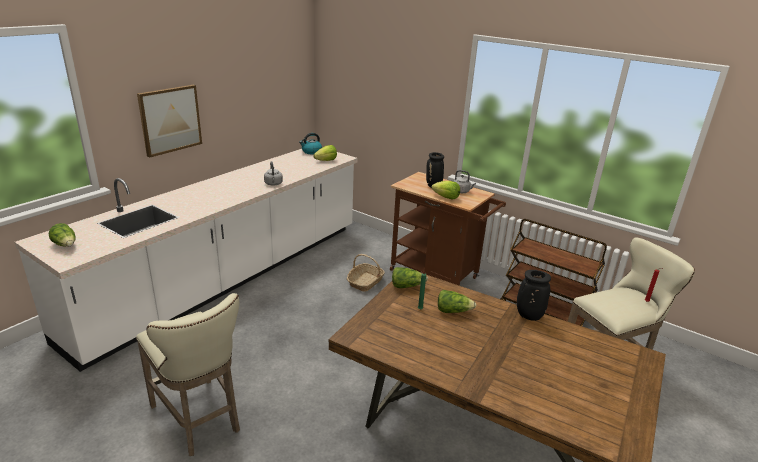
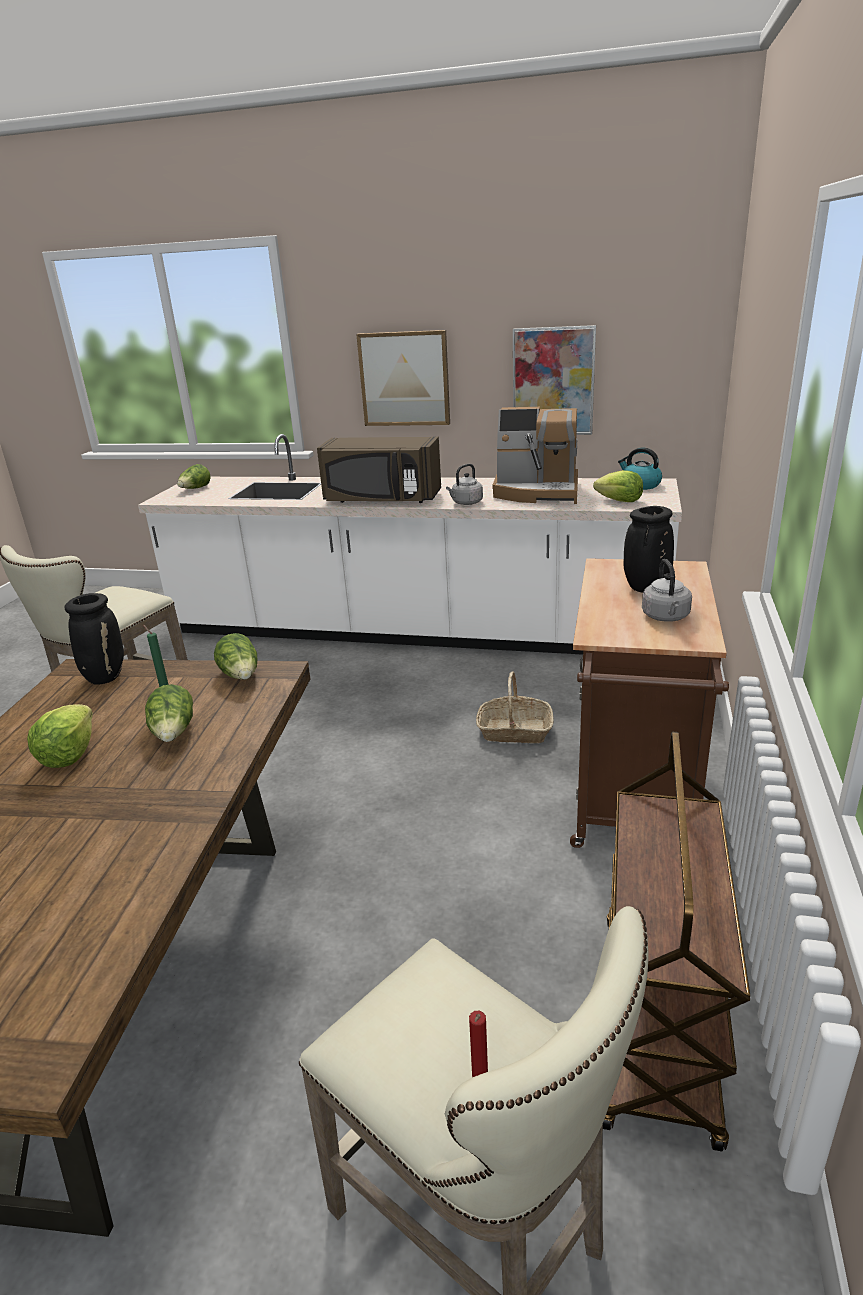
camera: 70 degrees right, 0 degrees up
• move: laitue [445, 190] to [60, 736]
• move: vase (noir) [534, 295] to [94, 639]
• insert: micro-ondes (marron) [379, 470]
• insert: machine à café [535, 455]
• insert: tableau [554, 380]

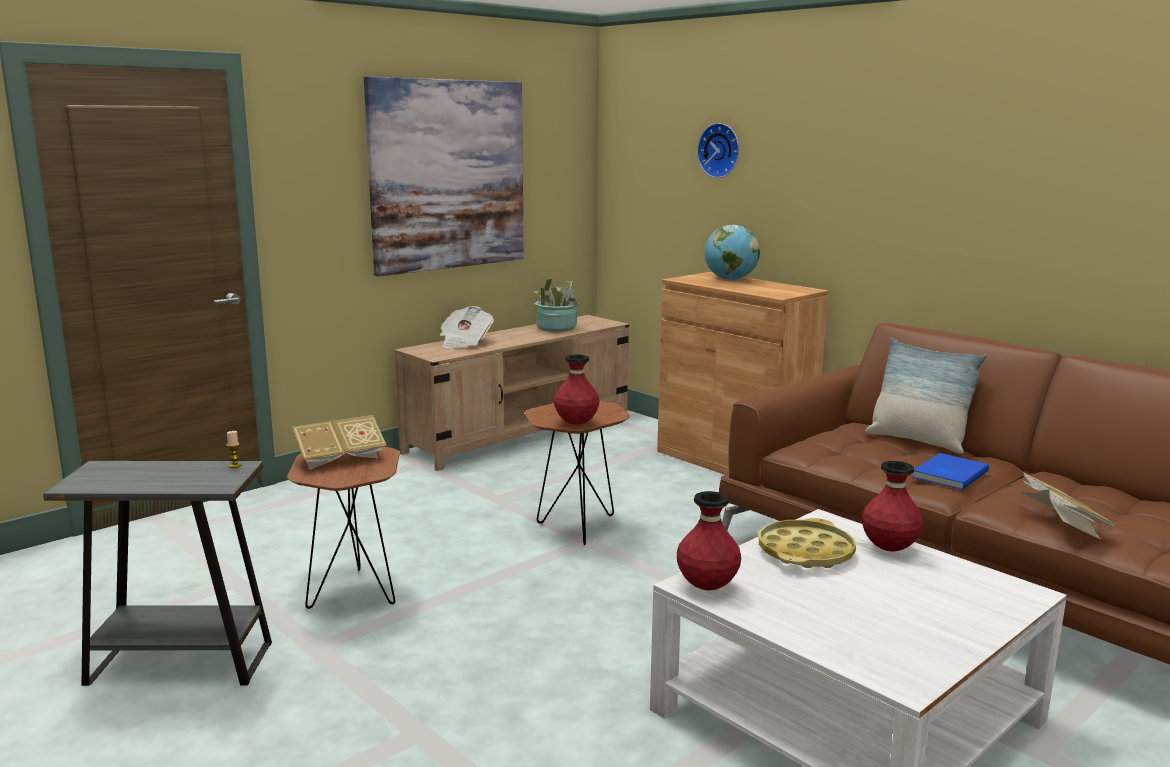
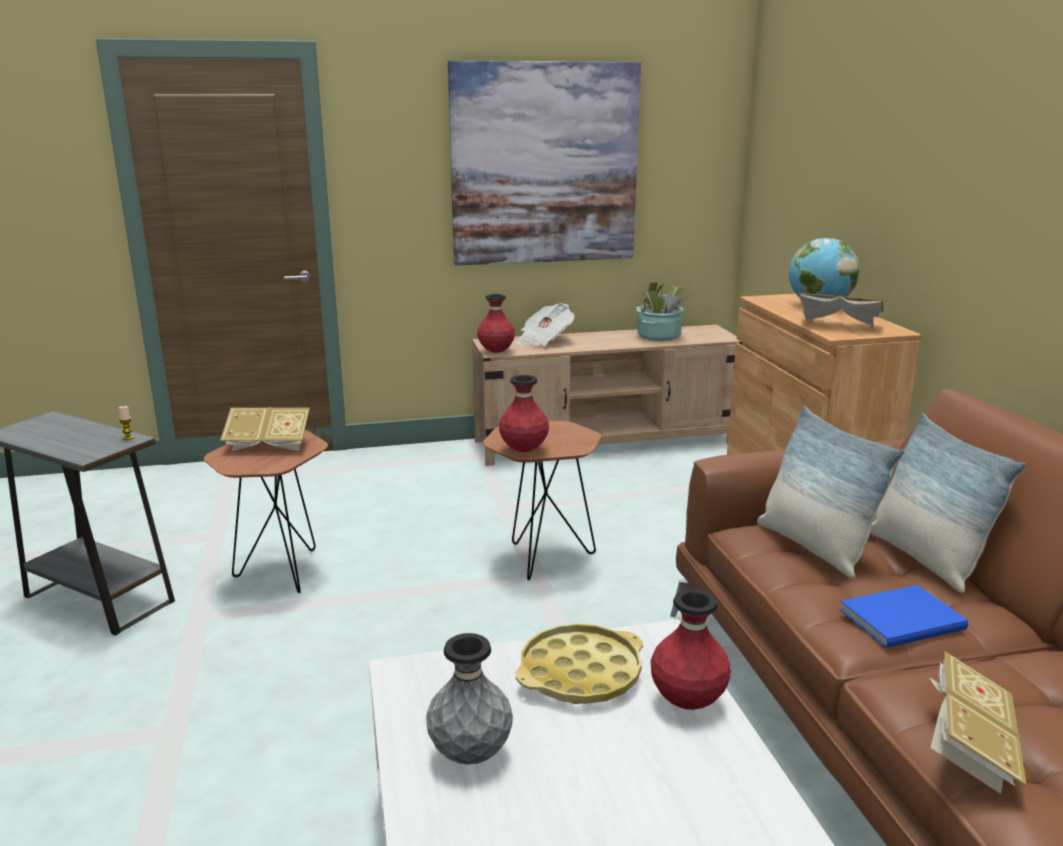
camera: 30 degrees right, 5 degrees up
• insert: vase (gris) [469, 699]
• move: vase (rouge) [709, 540] to [496, 323]
• insert: coussin [830, 492]
• insert: livre [841, 310]
• delete: horloge murale [718, 150]

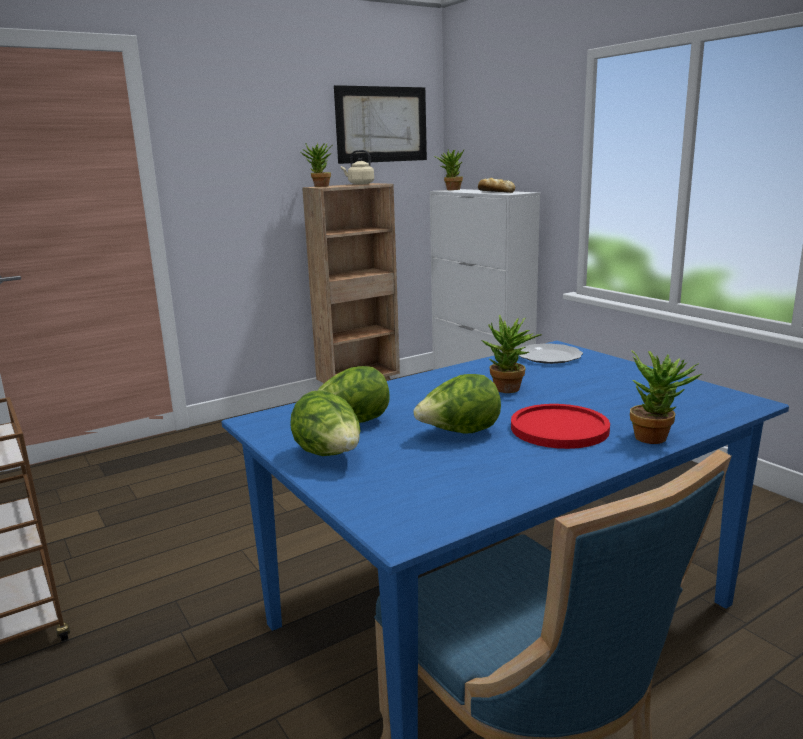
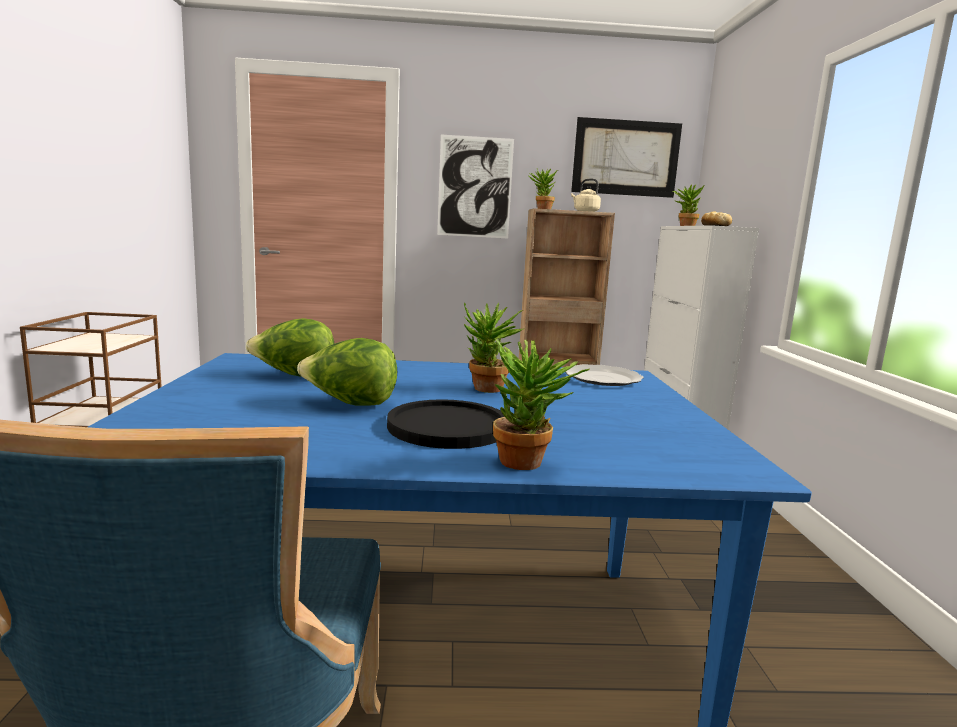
camera: 30 degrees right, 5 degrees down
• recolor: assiette (rouge) [560, 426] to assiette (noir) [446, 424]
• insert: tableau [475, 187]
• delete: laitue [325, 423]

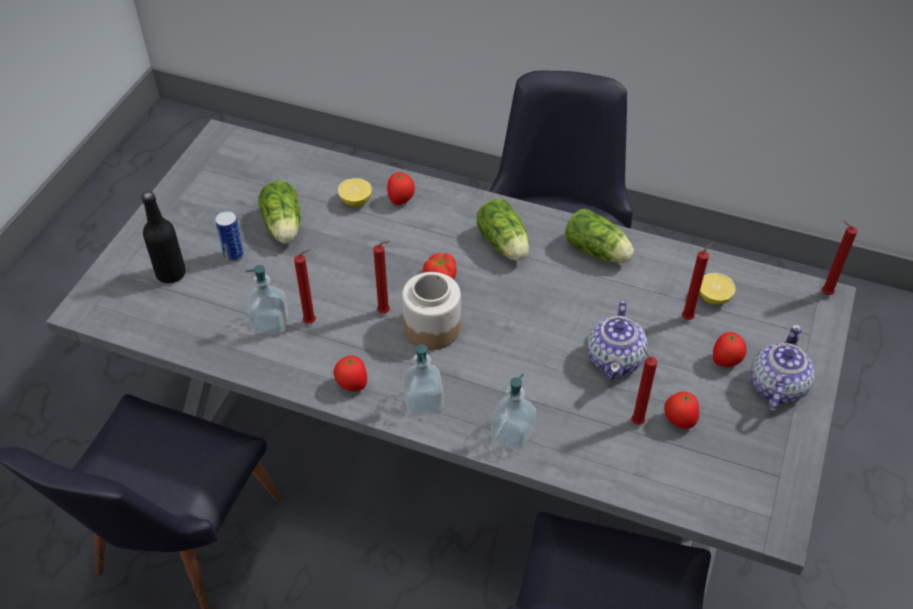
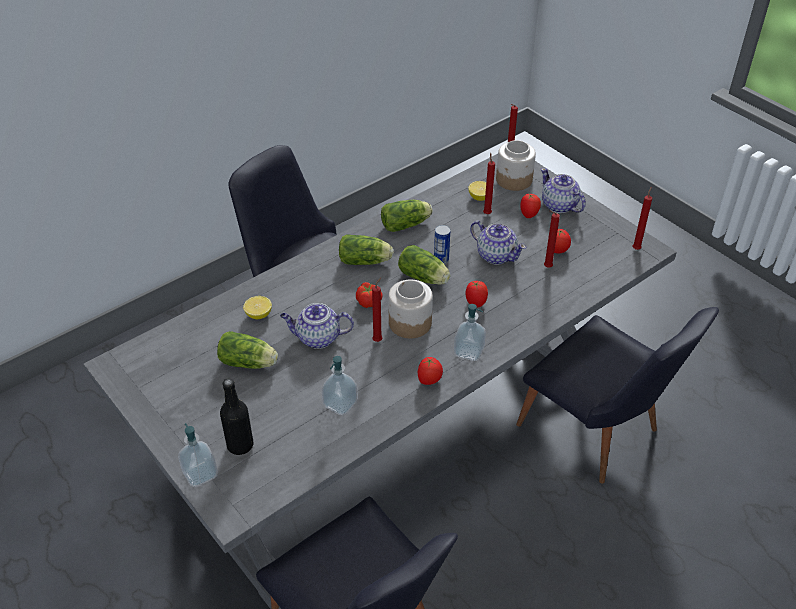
camera: 60 degrees left, 5 degrees down
• move: distributeur de savon [513, 412] to [197, 455]
• insert: théière [317, 326]
• insert: laitue [424, 265]
• move: boîte métallique [229, 236] to [442, 244]
• move: tomate [401, 188] to [476, 294]
• insert: bocal [516, 165]
• move: bougie (rouge) [305, 286] to [642, 218]

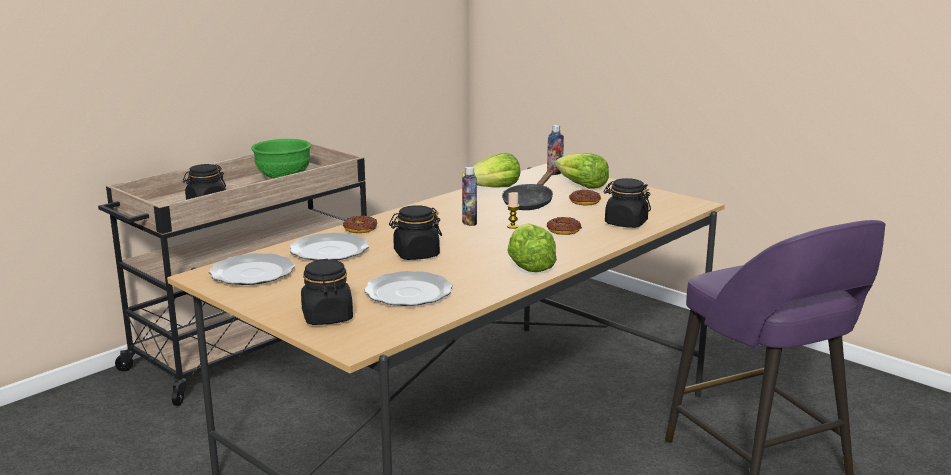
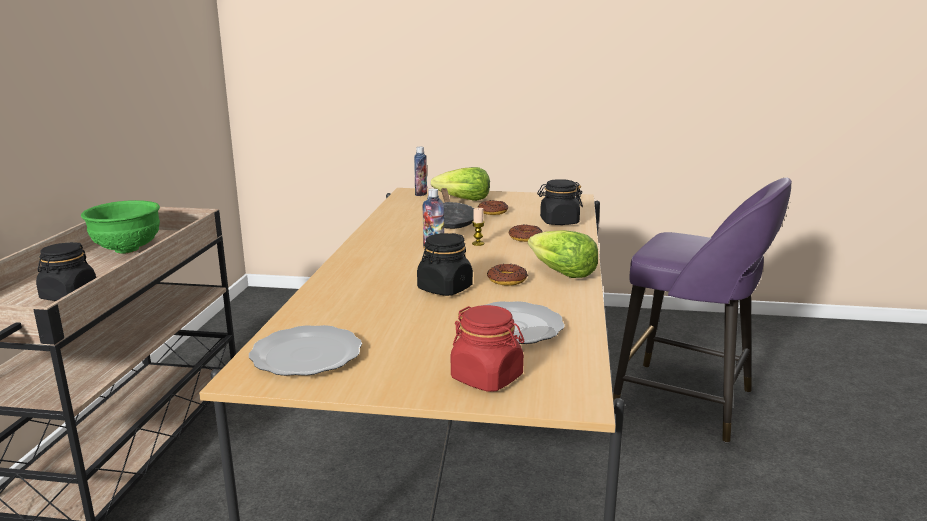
camera: 35 degrees left, 0 degrees up
• recolor: bocal (noir) [327, 292] to bocal (rouge) [487, 348]
• move: beignet [360, 224] to [507, 275]
• delete: assiette [329, 247]
• delete: laitue [491, 170]

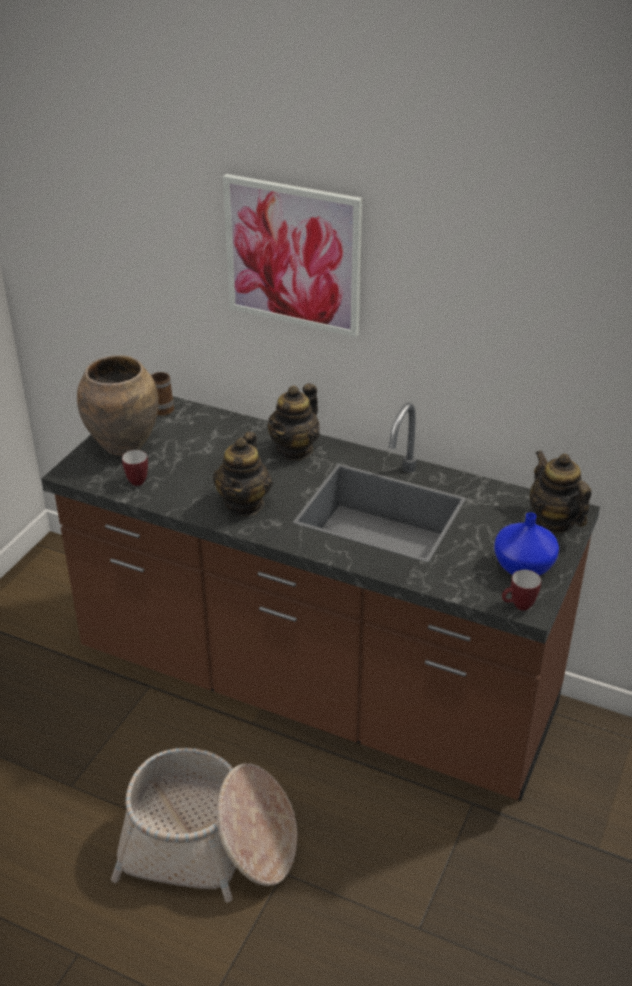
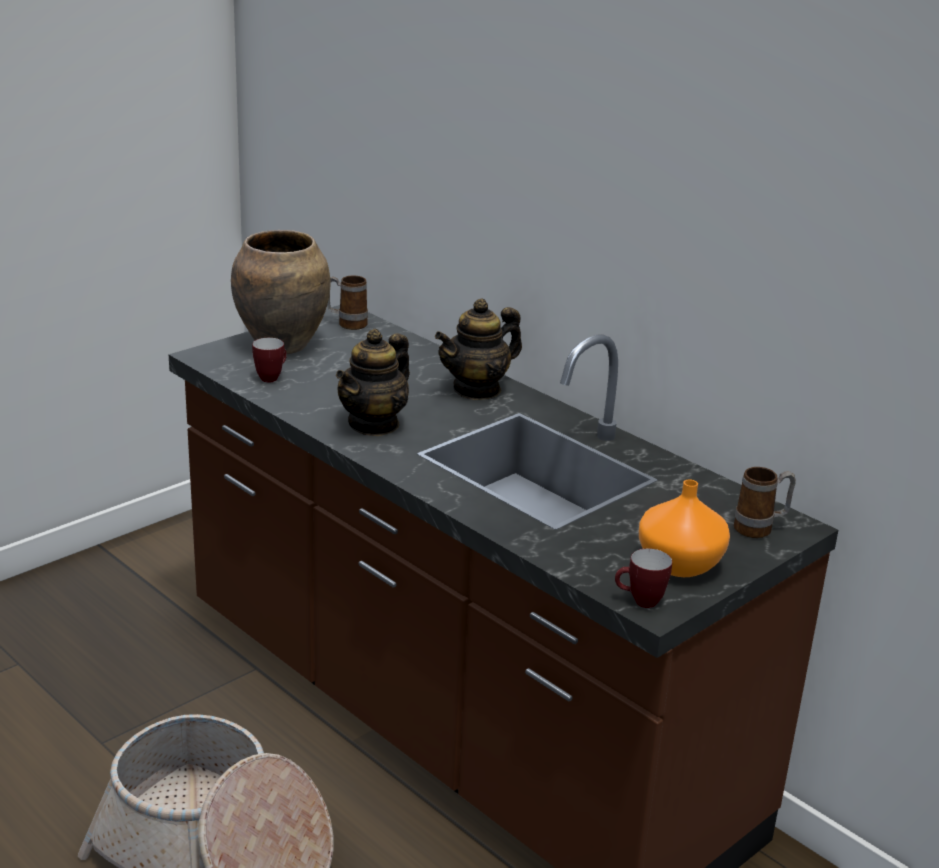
camera: 20 degrees right, 10 degrees down
• recolor: vase (bleu) [526, 544] to vase (orange) [684, 528]
• replace: théière [560, 491] to mug [765, 502]
• delete: tableau [292, 255]

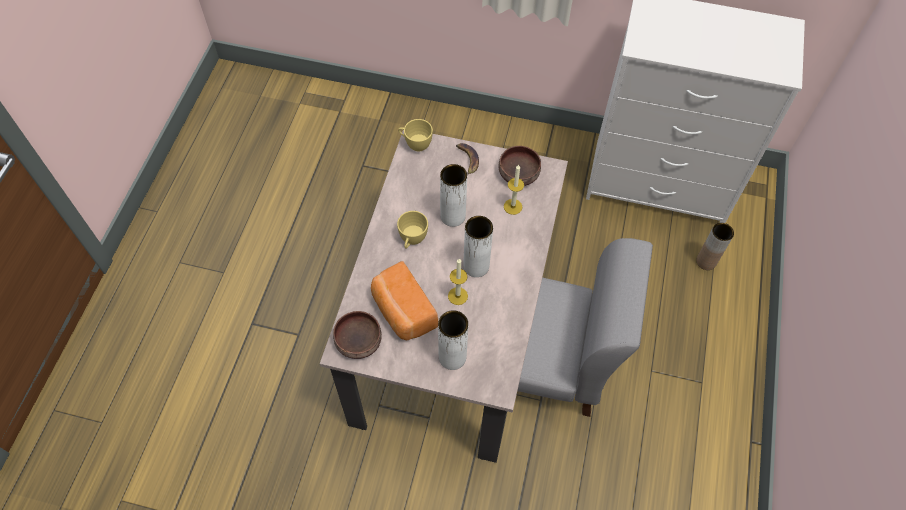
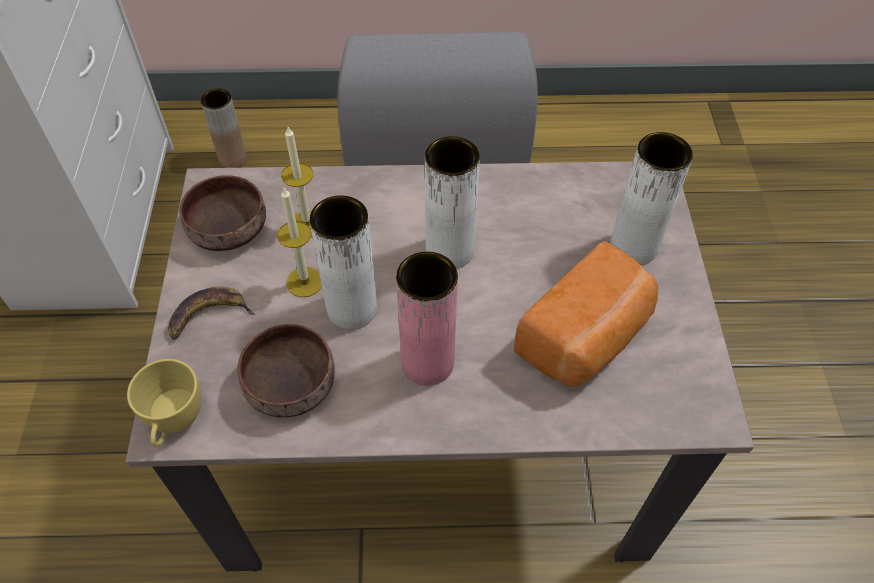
camera: 105 degrees left, 5 degrees down
• move: bol (marron) [357, 335] to [286, 370]
• move: bougie [458, 282] to [299, 242]
• replace: tasse (jaune) [412, 230] to vase (rose) [427, 319]

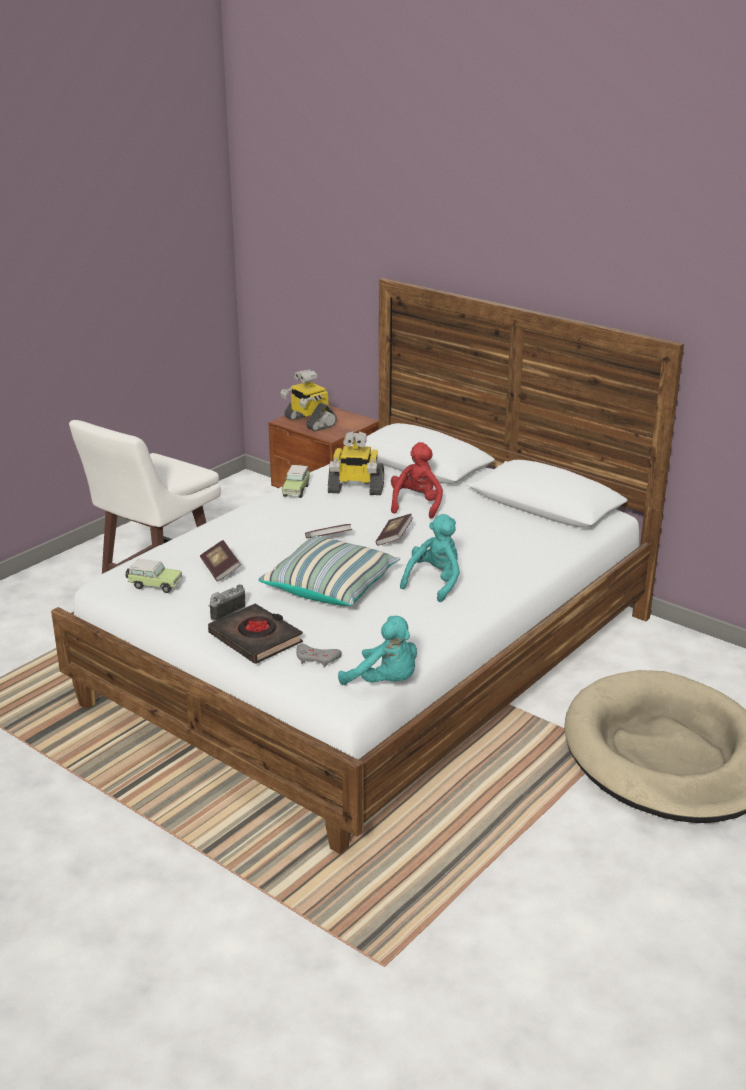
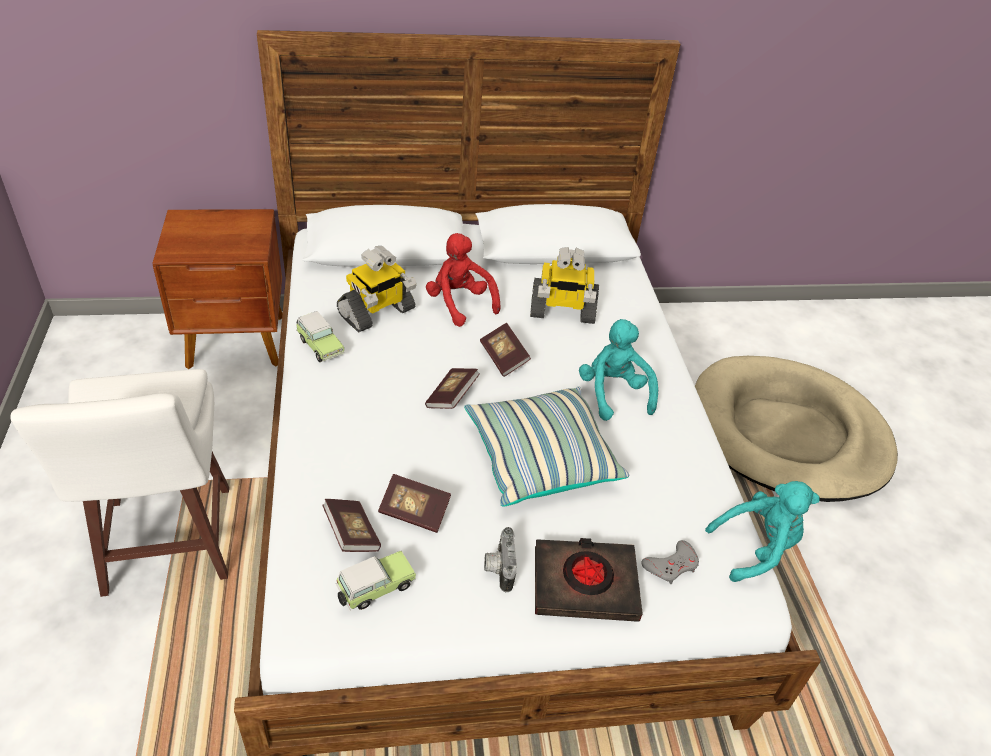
camera: 50 degrees left, 15 degrees up
• insert: livre [351, 525]
• move: robot jouet [308, 400] to [564, 285]

